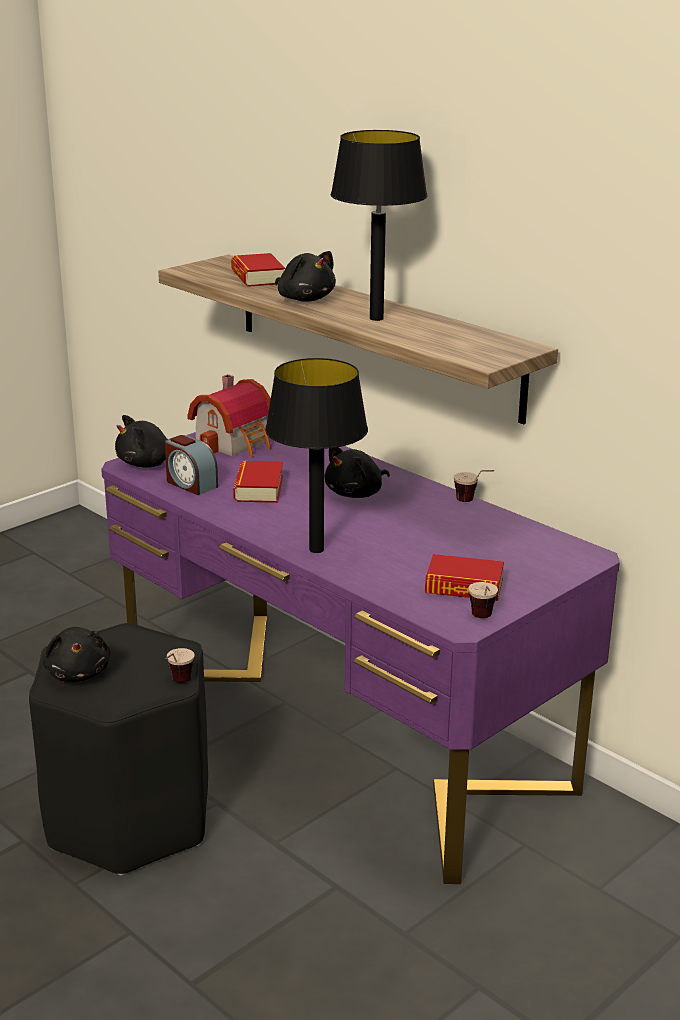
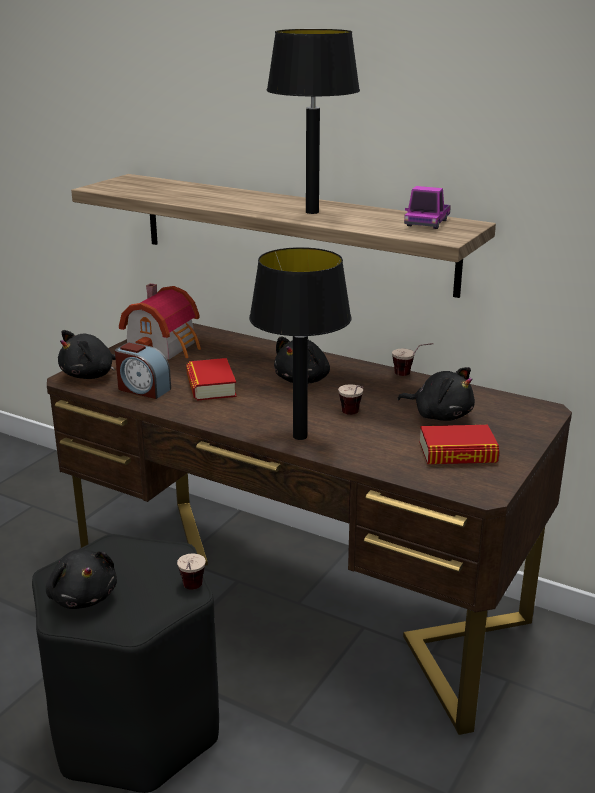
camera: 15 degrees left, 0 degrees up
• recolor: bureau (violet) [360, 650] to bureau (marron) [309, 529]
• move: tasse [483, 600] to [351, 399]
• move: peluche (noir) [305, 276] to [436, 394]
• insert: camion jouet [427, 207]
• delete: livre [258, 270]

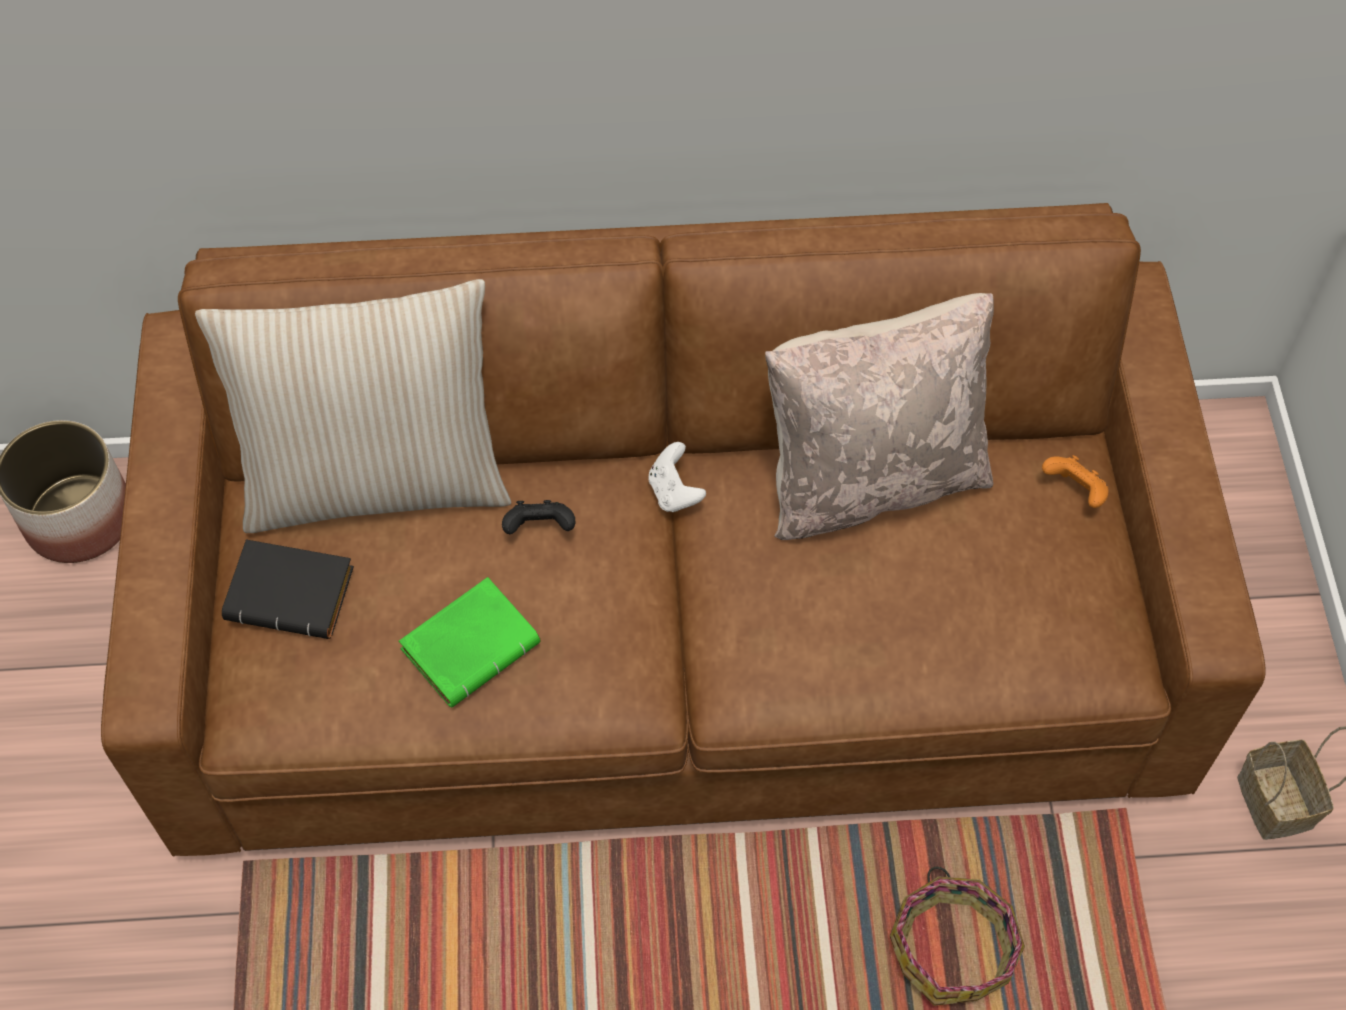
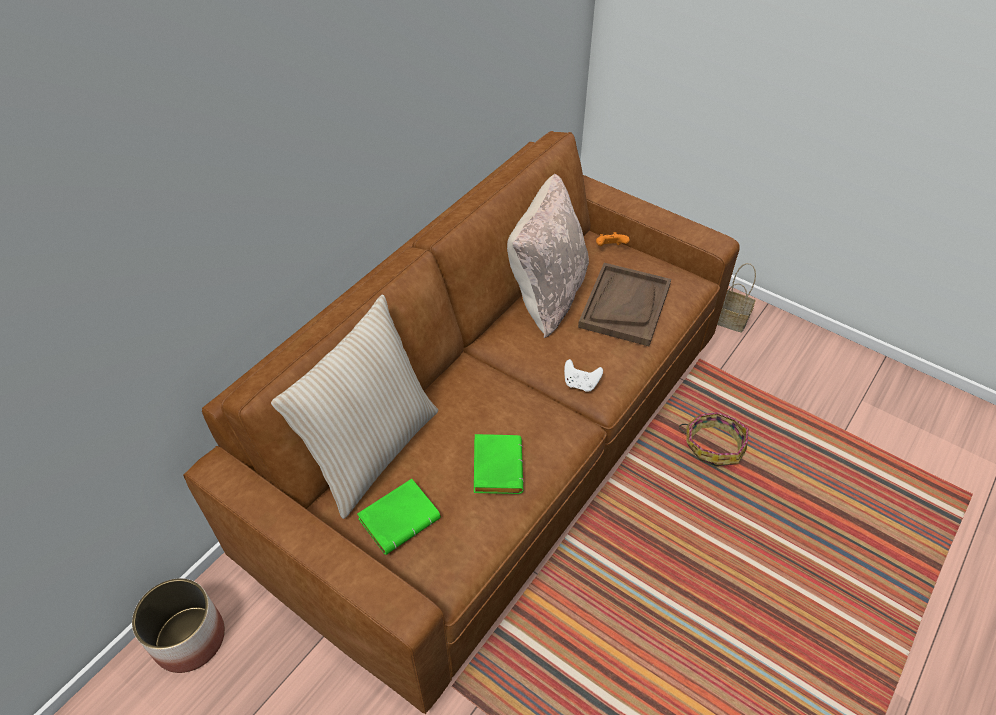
camera: 50 degrees left, 10 degrees down
• recolor: livre (noir) [288, 589] to livre (vert) [399, 517]
• move: manette (blanc) [677, 477] to [583, 375]
• insert: plateau (marron) [624, 304]
• delete: manette (noir) [538, 517]

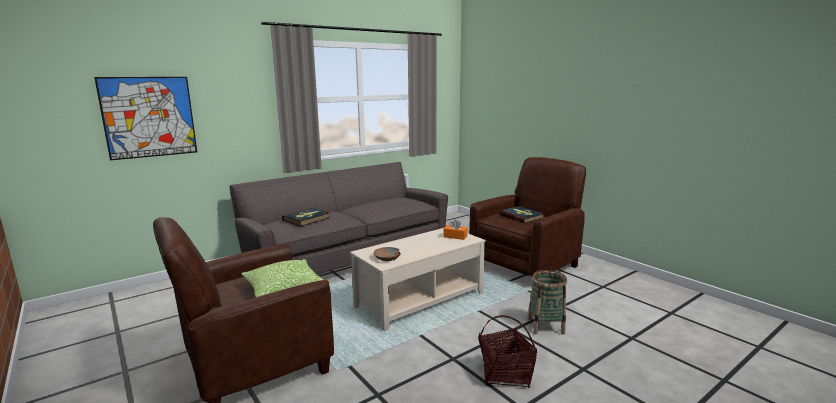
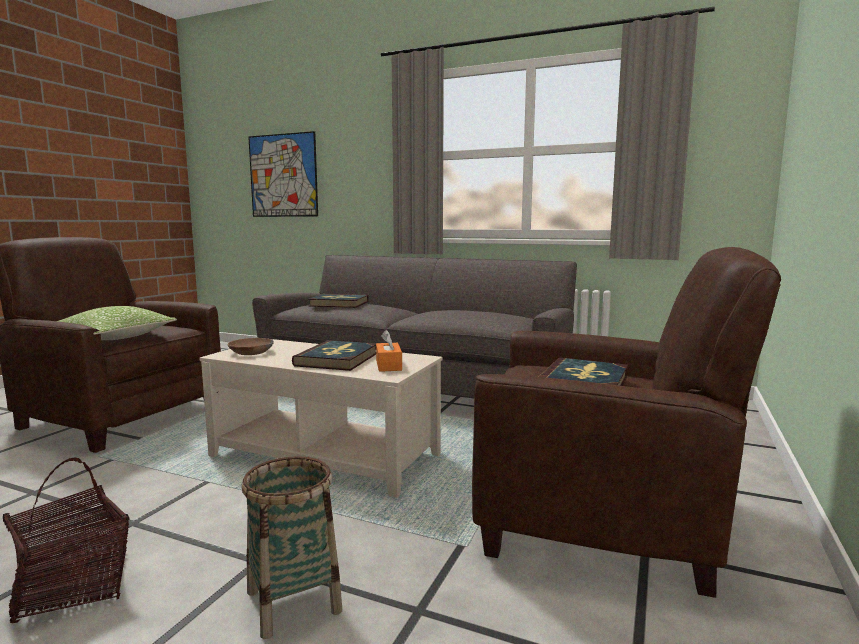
camera: 60 degrees right, 5 degrees down
• insert: livre [334, 355]

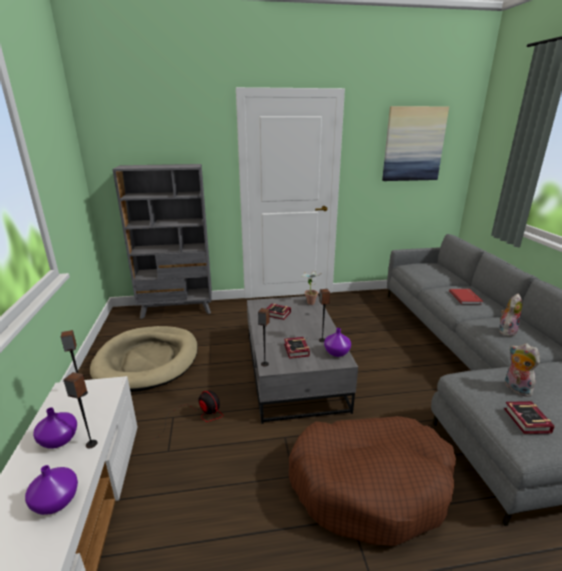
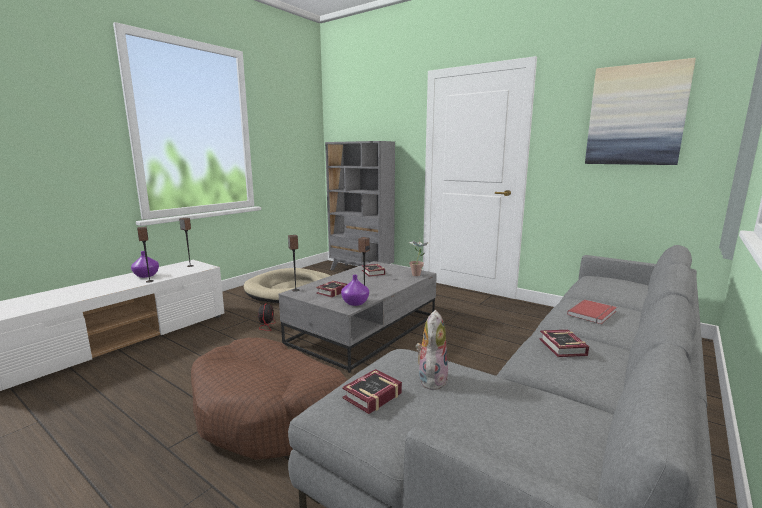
camera: 45 degrees right, 10 degrees down
• replace: peluche [510, 315] to livre [564, 343]
• delete: vase (violet) [51, 490]

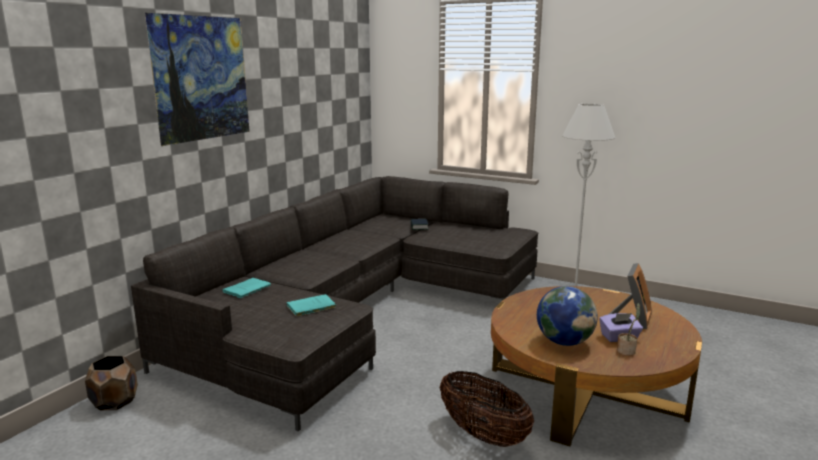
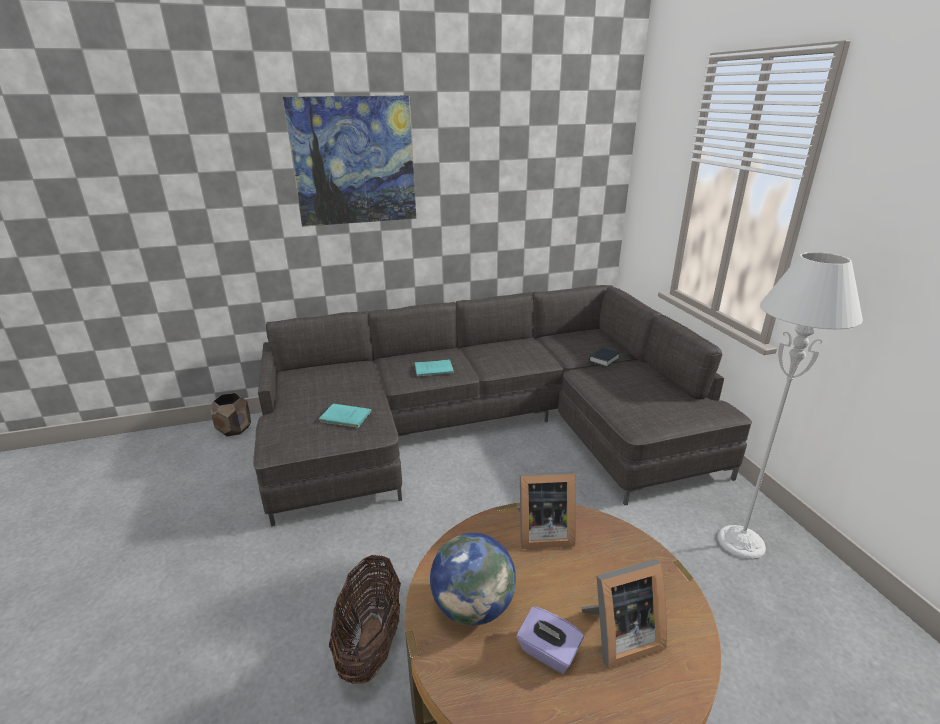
camera: 45 degrees right, 10 degrees up
• move: livre (turquoise) [246, 288] to [434, 367]
• insert: cadre photo [546, 510]
• delete: plante en pot [628, 329]

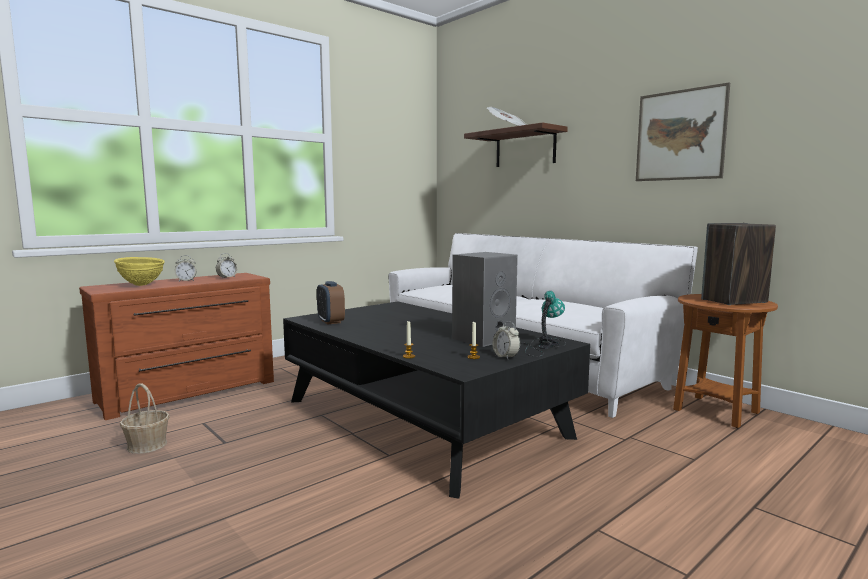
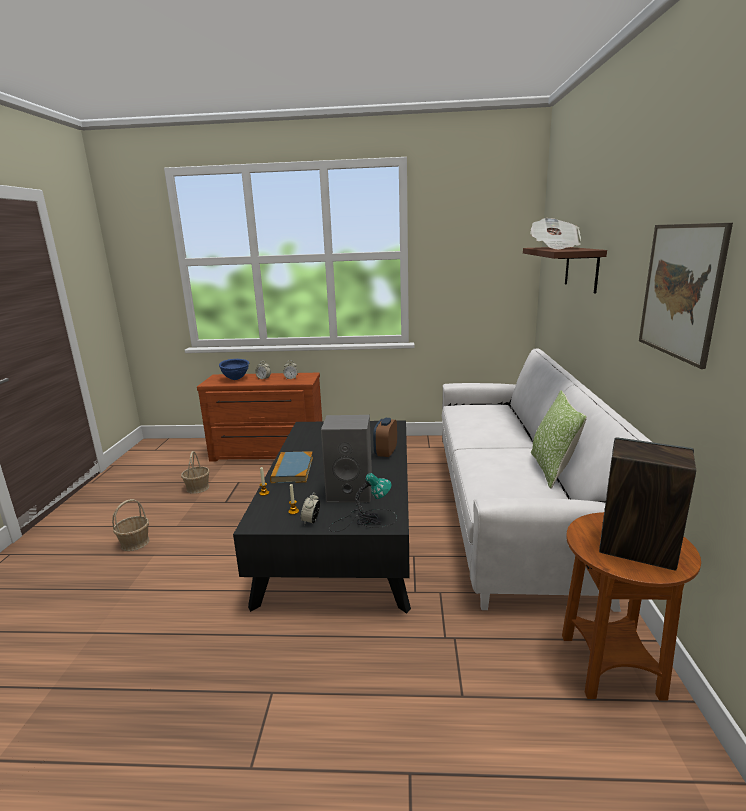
camera: 45 degrees right, 10 degrees up
• insert: panier [130, 525]
• recolor: bol (jaune) [139, 271] to bol (bleu) [234, 369]
• insert: livre [291, 467]
• move: réveil [331, 303] to [385, 437]
• insert: coussin [559, 439]

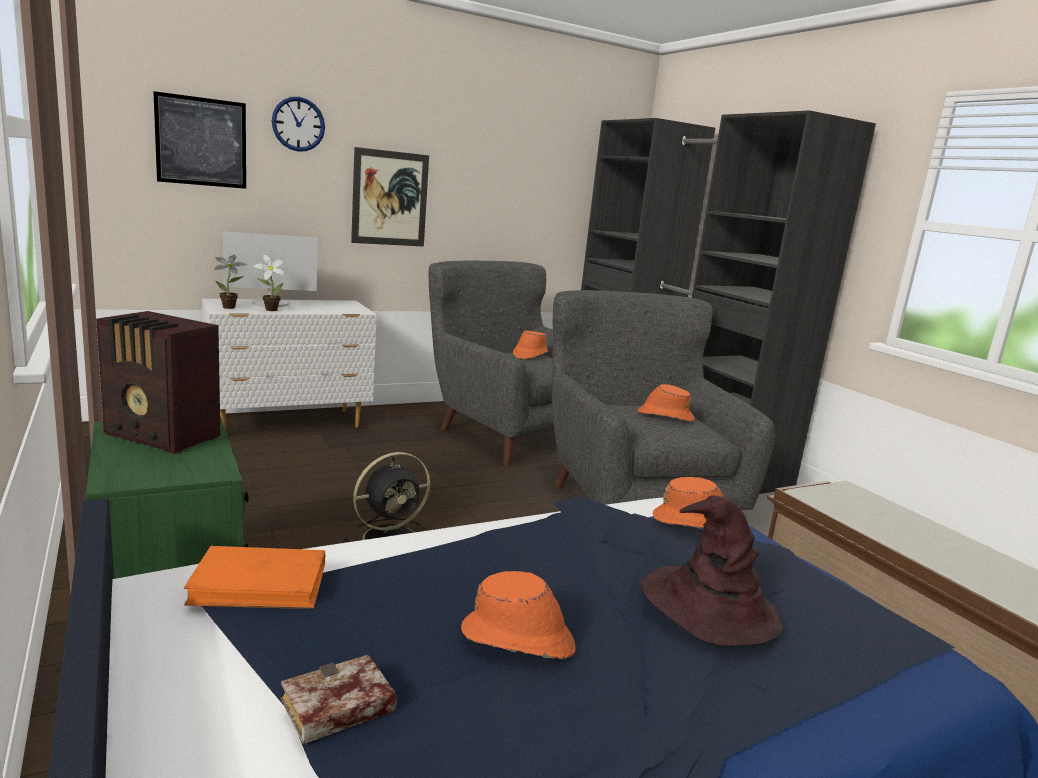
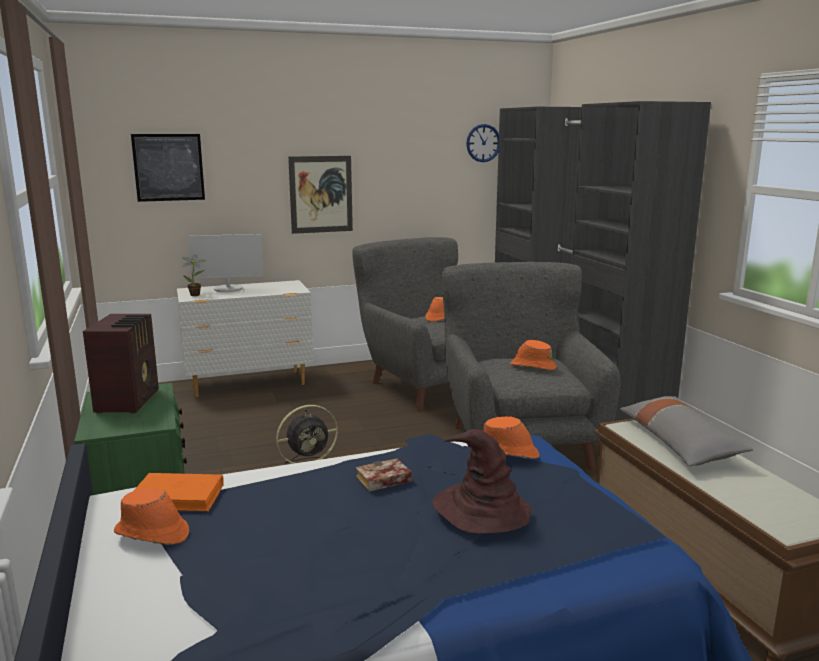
camera: 10 degrees right, 0 degrees up
• rotate: radio [158, 382] = [121, 363] 120 degrees counterclockwise
• move: chapeau (orange) [518, 615] to [151, 516]
• move: livre [339, 699] to [384, 475]
• move: horloge murale [298, 124] to [482, 143]
• insert: coussin (gris) [686, 431]
• delete: plante en pot [270, 283]

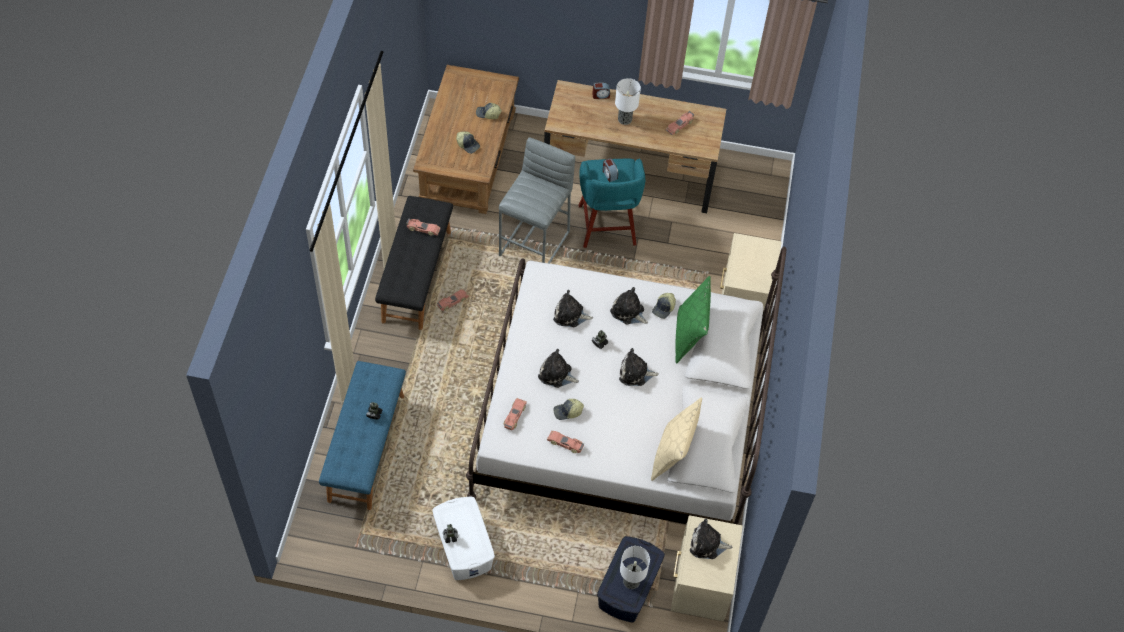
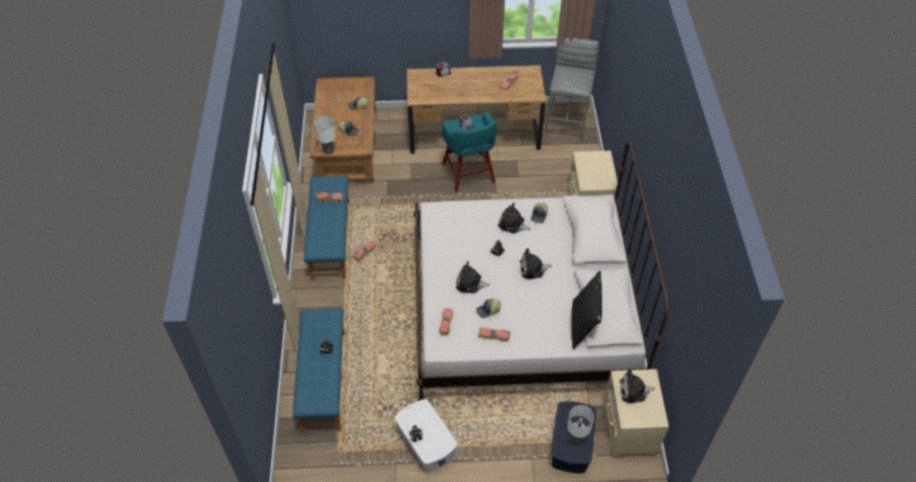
camera: 10 degrees left, 5 degrees down
• recolor: banc (noir) [414, 263] to banc (bleu) [326, 228]
• move: lampe de table [628, 101] to [325, 135]
• move: tabouret (gris) [537, 200] to [572, 90]
• recolor: coussin (beige) [676, 439] to coussin (noir) [587, 310]
• delete: peluche [573, 308]
• delete: coussin (vert) [693, 320]

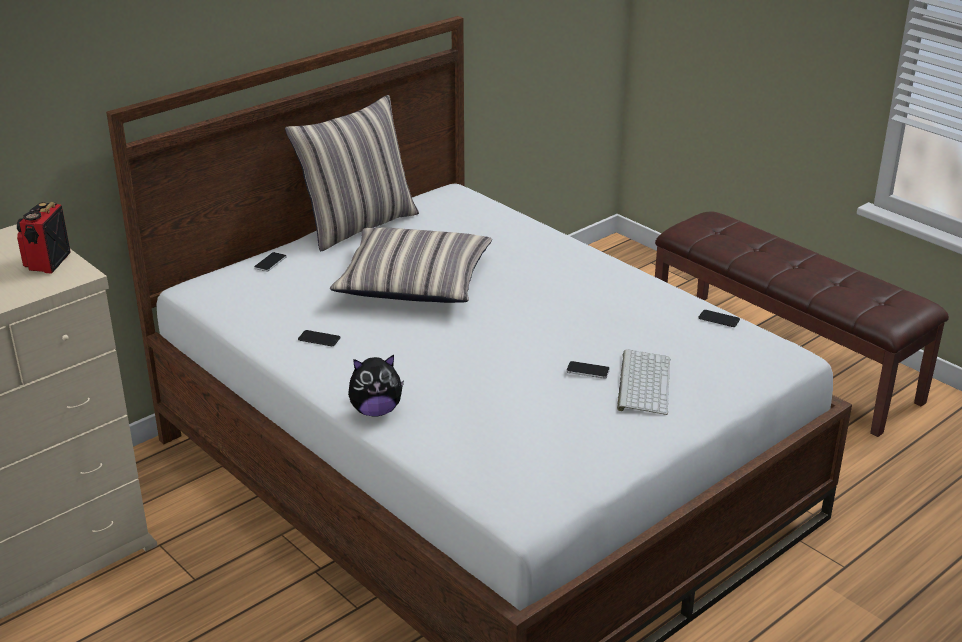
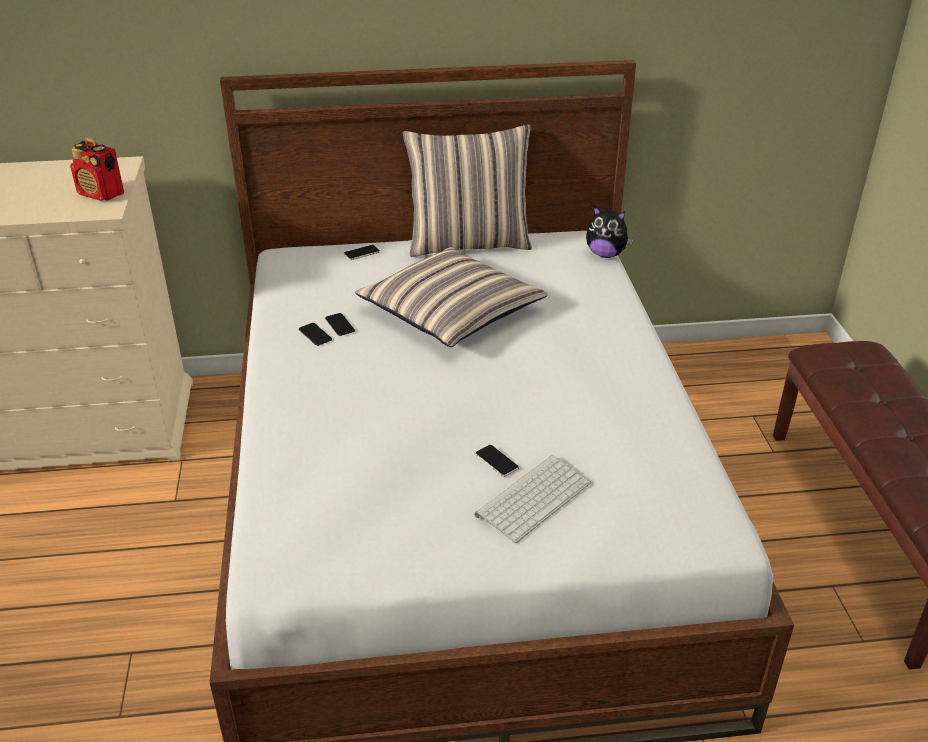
camera: 35 degrees right, 5 degrees up
• rotate: radio [44, 238] = [97, 169] 105 degrees counterclockwise
• move: téléphone [719, 318] to [340, 324]
• move: peluche [376, 386] to [610, 232]

